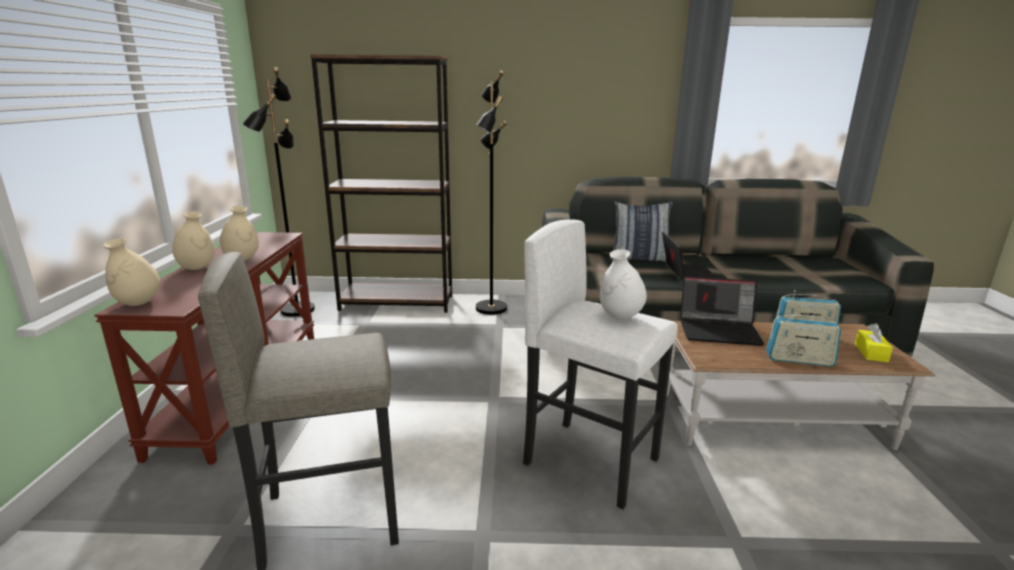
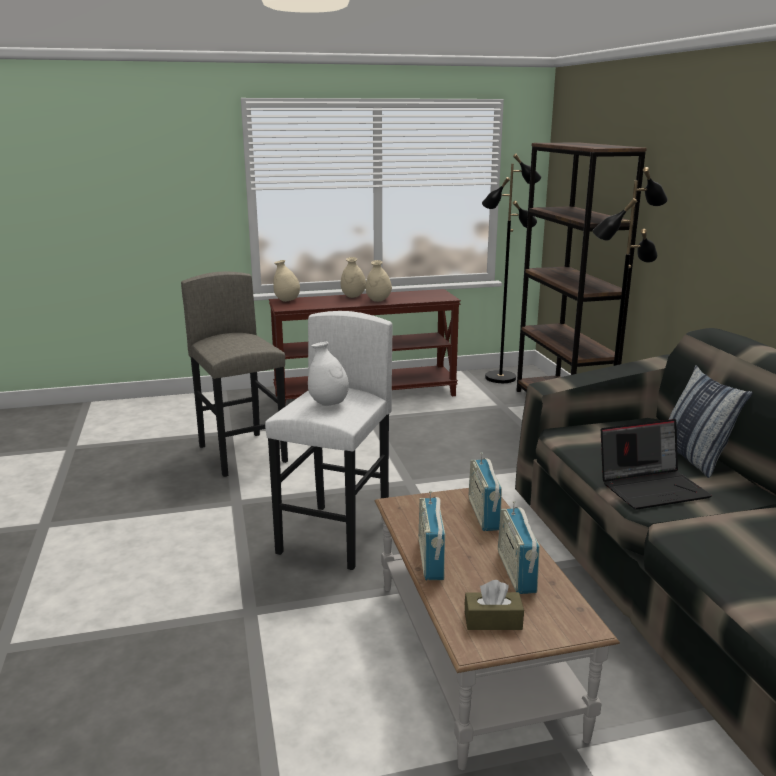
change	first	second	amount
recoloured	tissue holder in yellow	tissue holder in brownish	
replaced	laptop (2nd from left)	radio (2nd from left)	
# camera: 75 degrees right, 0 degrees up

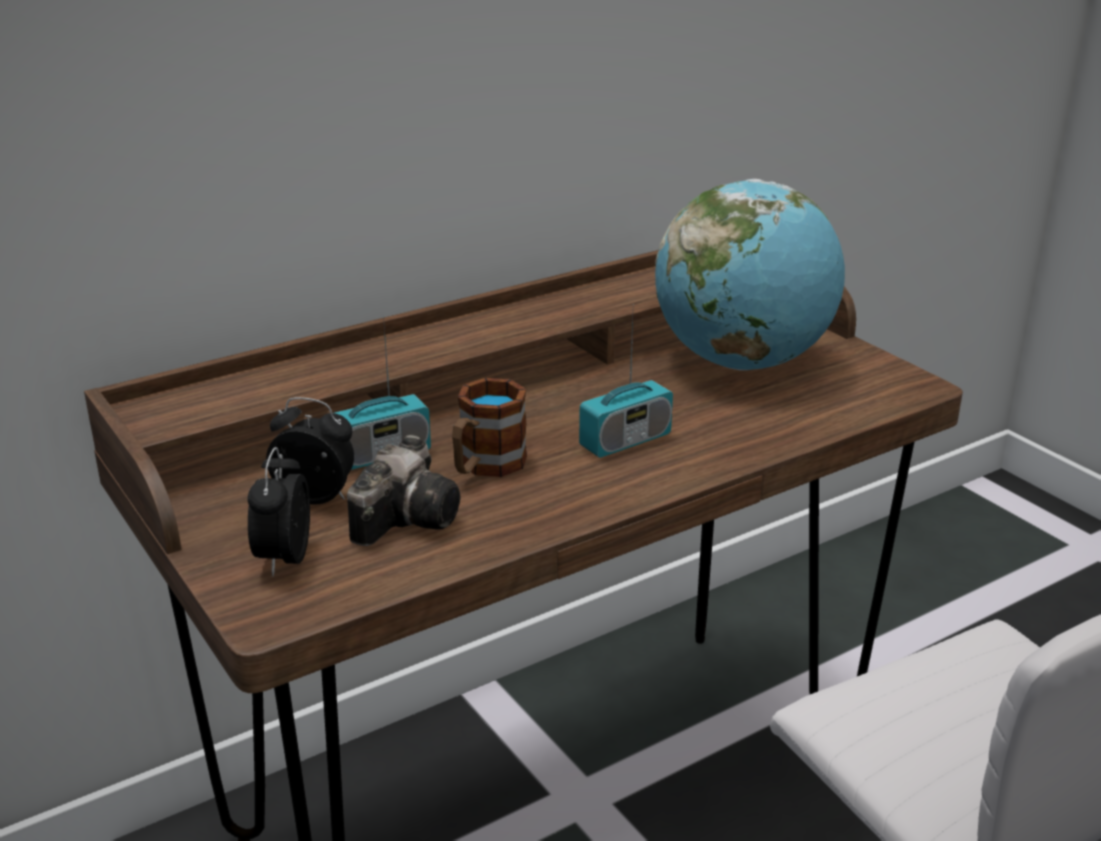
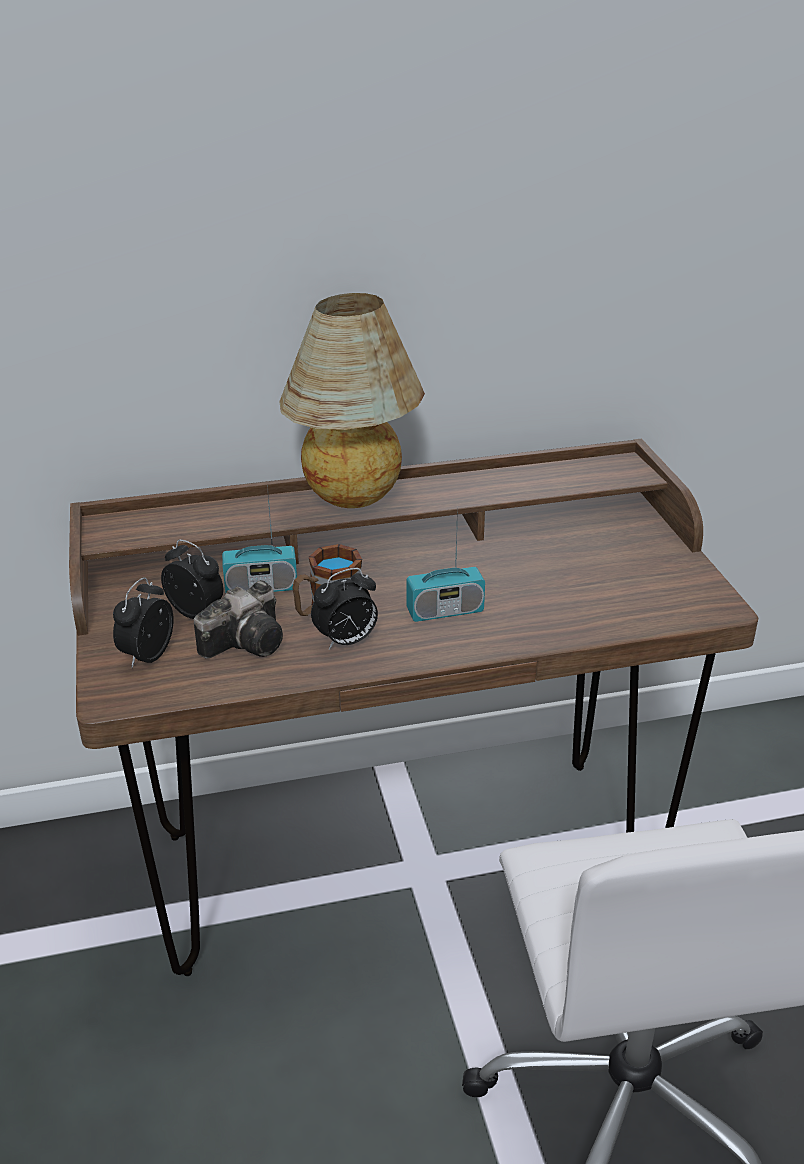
change	first	second	amount
added		table lamp	
added		alarm clock (3rd from left)	
removed	desk globe		
# camera: 20 degrees right, 5 degrees up

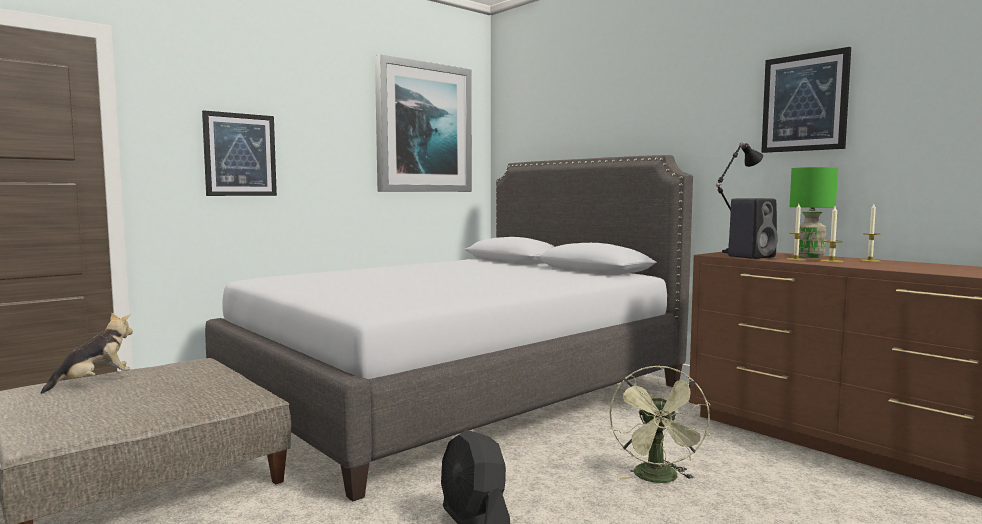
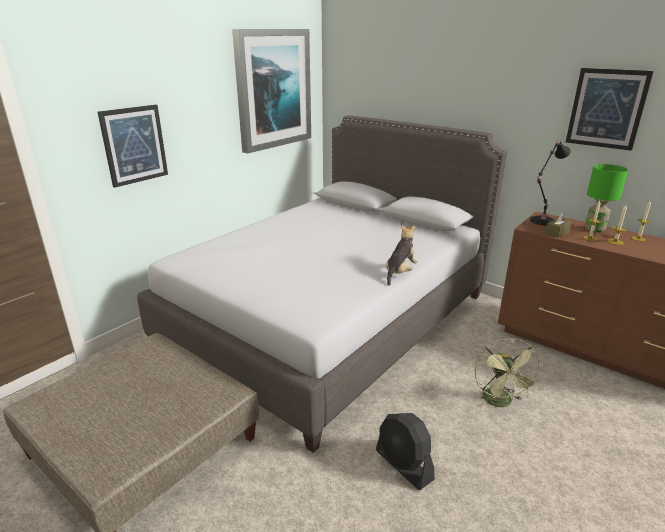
change	first	second	amount
moved	cuddly toy		
replaced	loudspeaker in black	tissue holder in brownish	
# camera: 10 degrees left, 20 degrees up

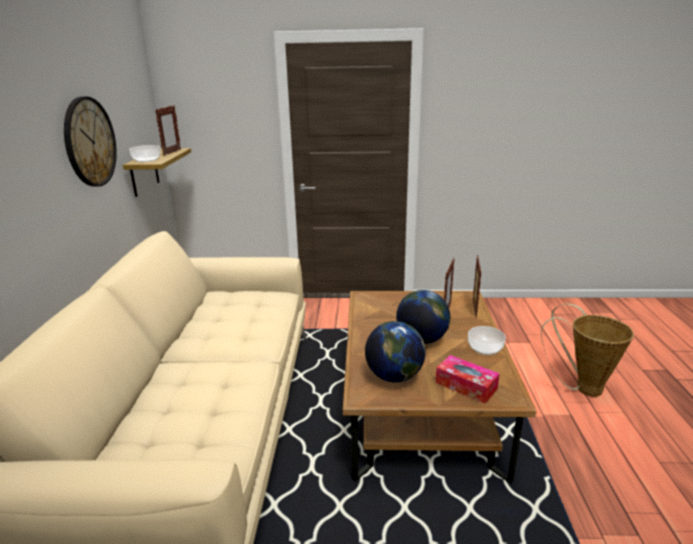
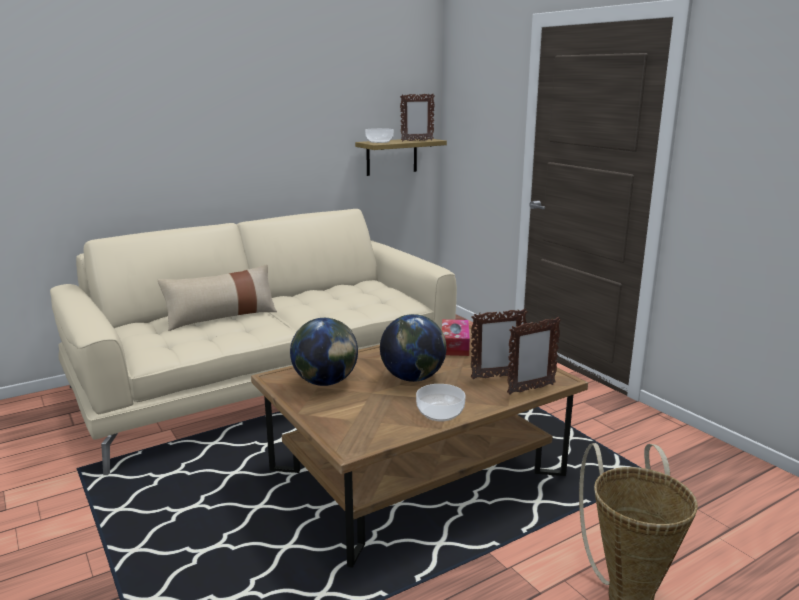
change	first	second	amount
added		pillow in beige	
moved	tissue holder		
removed	hanging clock		
# camera: 55 degrees right, 5 degrees down

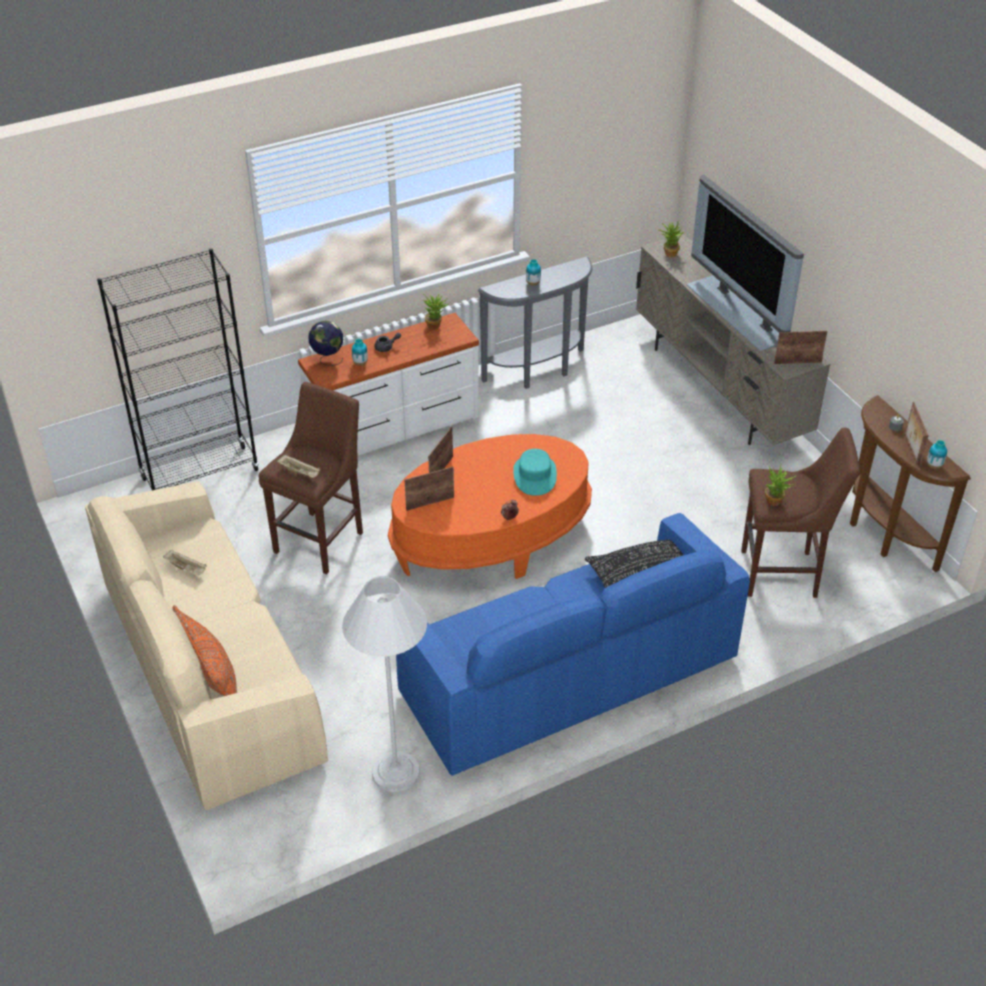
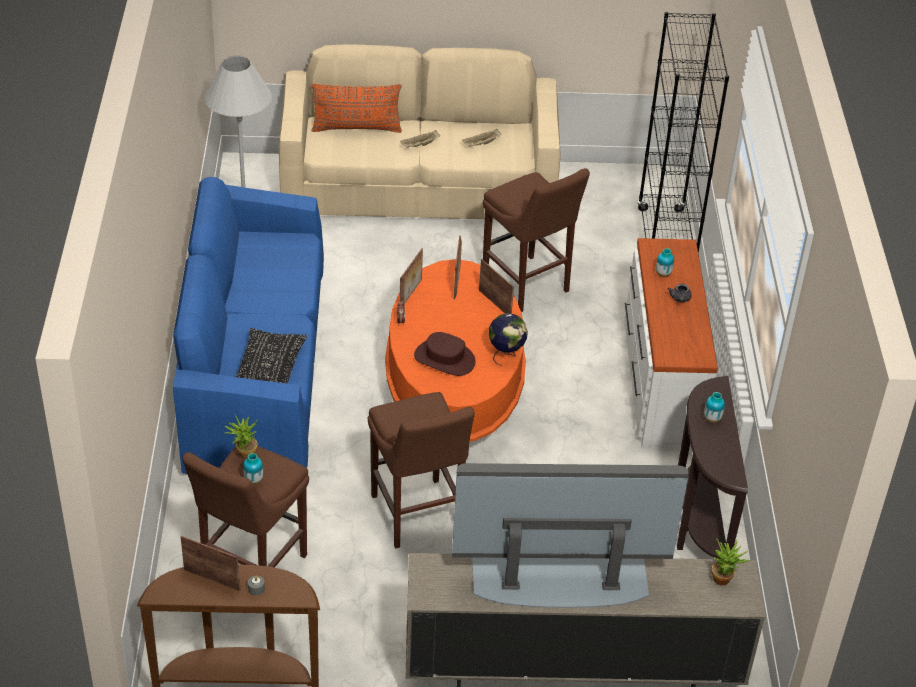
change	first	second	amount
moved	decorative vase (3rd from left in the first image)	decorative vase (1st from left)	
added		stool in brownish (2nd from left)	
moved	tray in beige (2nd from left in the first image)	tray in beige (1st from left)	
moved	photo frame (3rd from left in the first image)	photo frame (2nd from left)	
recoloured	hat in blue-green	hat in brownish	
moved	desk globe		
recoloured	narrow table in grey	narrow table in brownish (2nd from left)	
removed	plant in a pot (1st from left)		
# camera: 115 degrees right, 0 degrees up

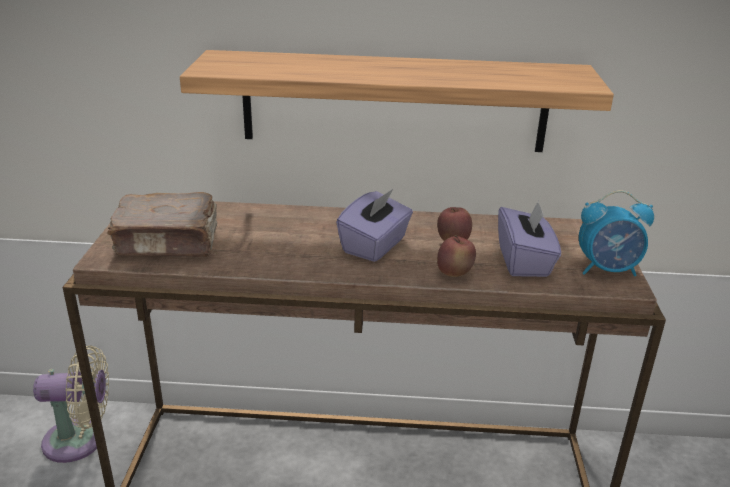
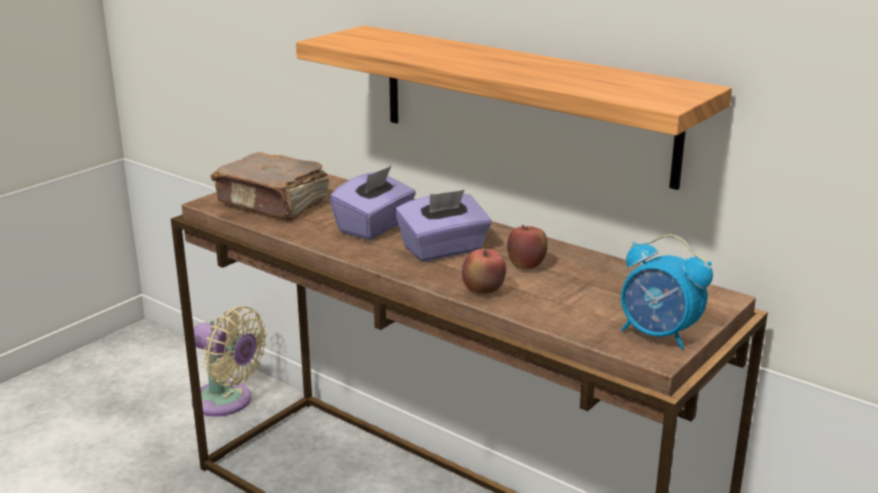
change	first	second	amount
moved	tissue holder in purple (2nd from left in the first image)	tissue holder in purple (1st from left)	
# camera: 35 degrees right, 5 degrees down

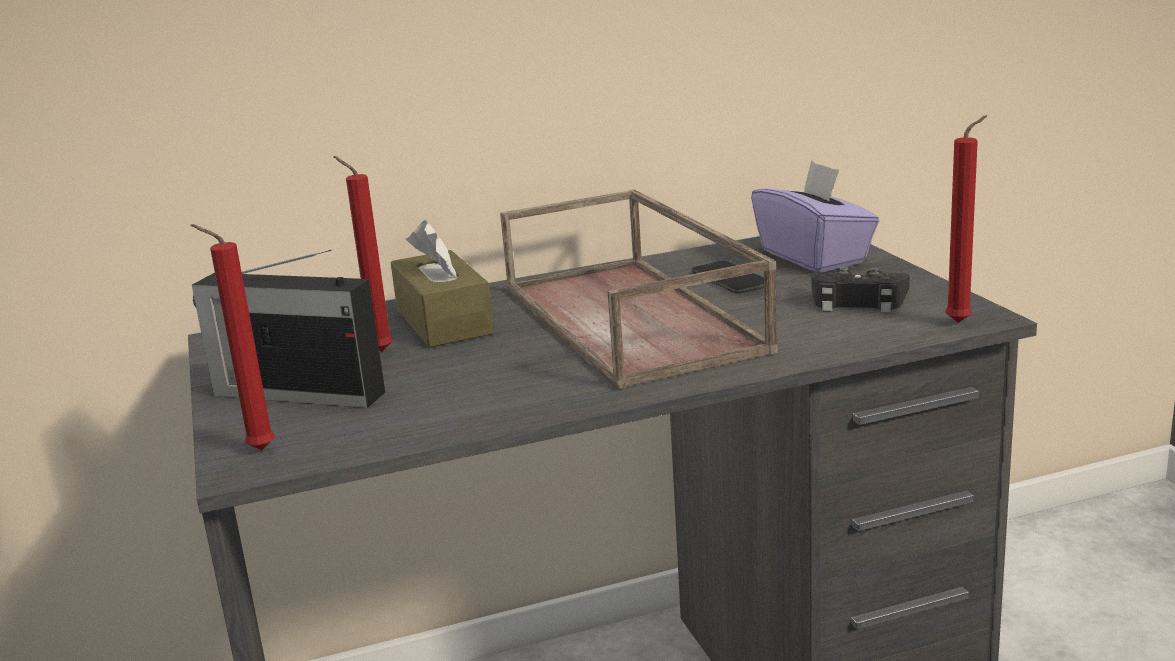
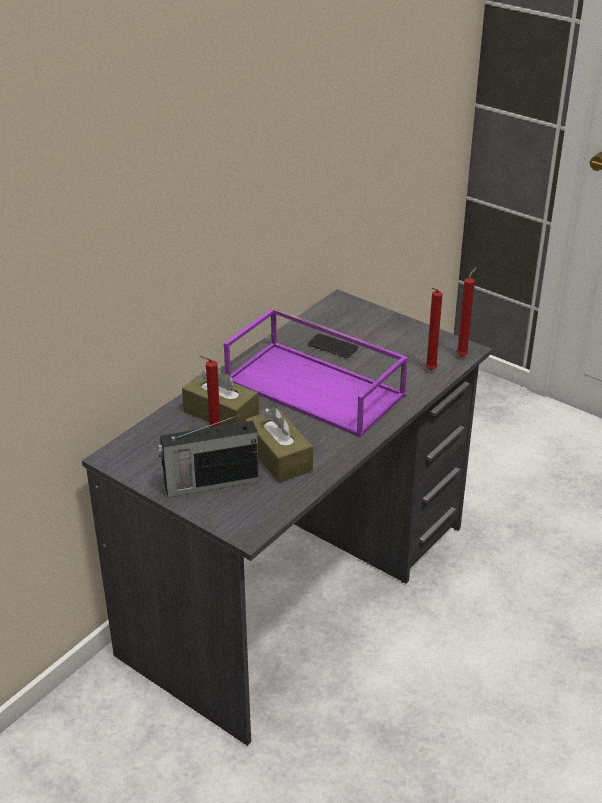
change	first	second	amount
recoloured	tray in brownish	tray in purple	
added		tissue holder in brownish (2nd from left)	
moved	candle in reddish (1st from left in the first image)	candle in reddish (2nd from left)	
removed	tissue holder in purple		
removed	gamepad in black		
# camera: 35 degrees left, 15 degrees up

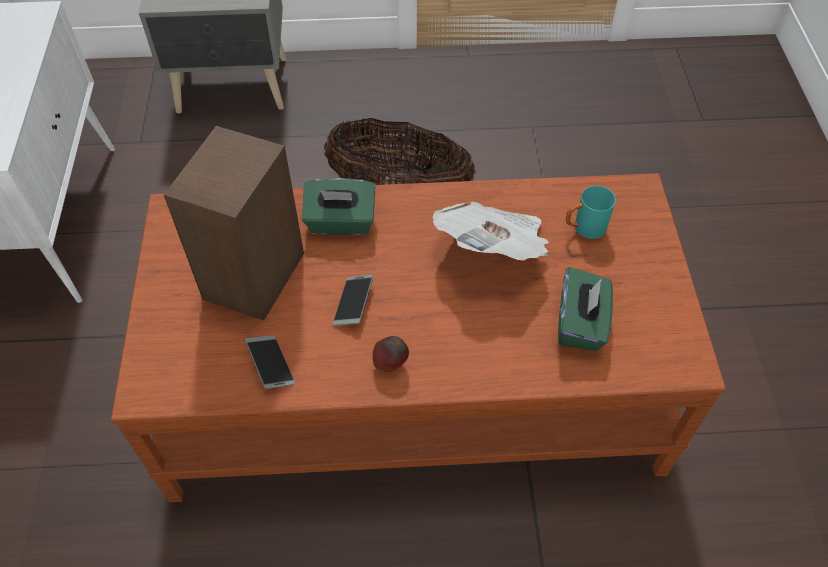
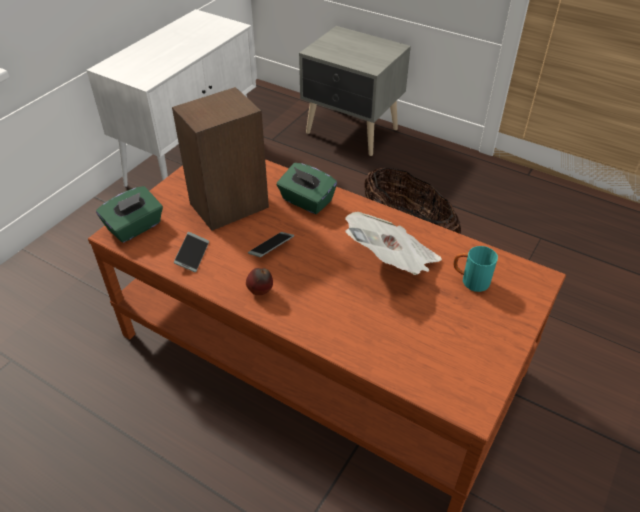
change	first	second	amount
moved	tissue holder in green-coloured (2nd from left in the first image)	tissue holder in green-coloured (1st from left)	
# camera: 35 degrees right, 10 degrees down

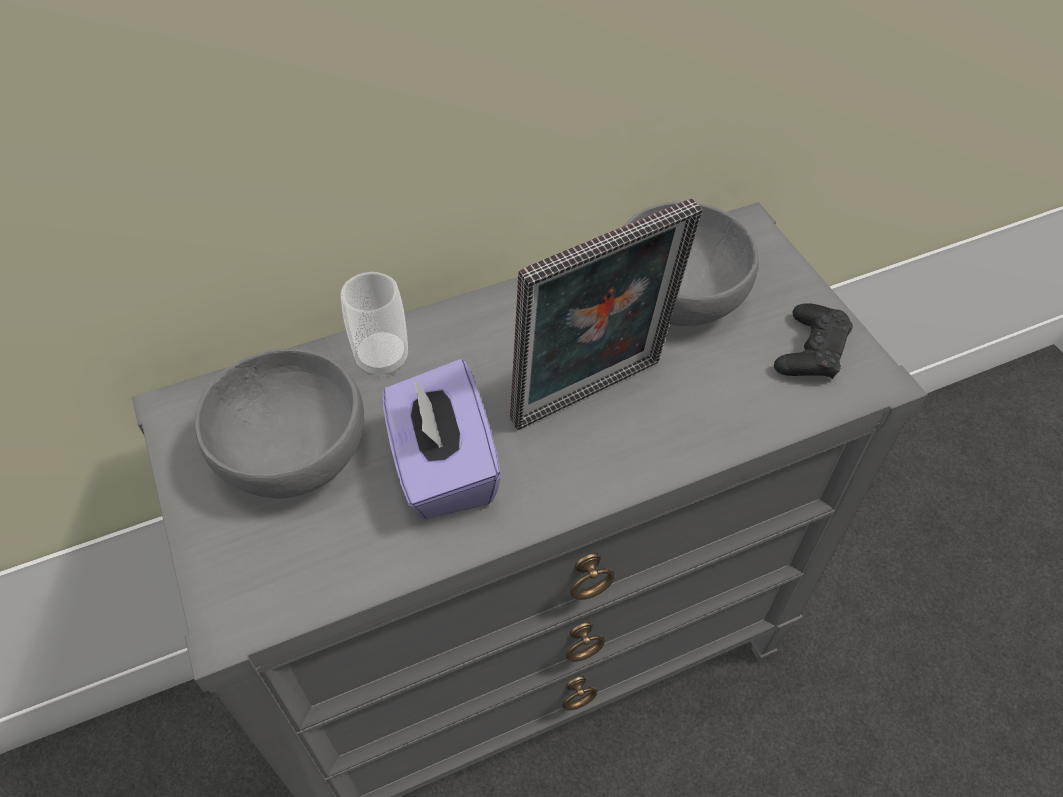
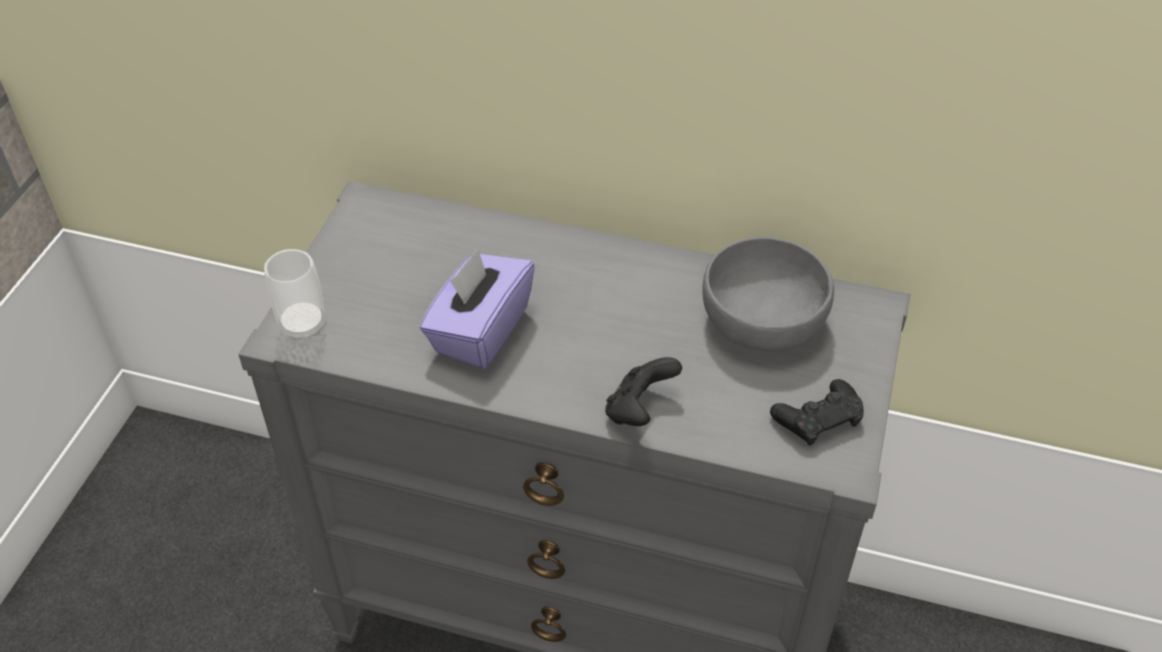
change	first	second	amount
moved	drinking cup		
added		gamepad in black (1st from left)	
removed	deep dish in grey (1st from left)		
removed	photo frame		
# camera: 40 degrees right, 5 degrees down

